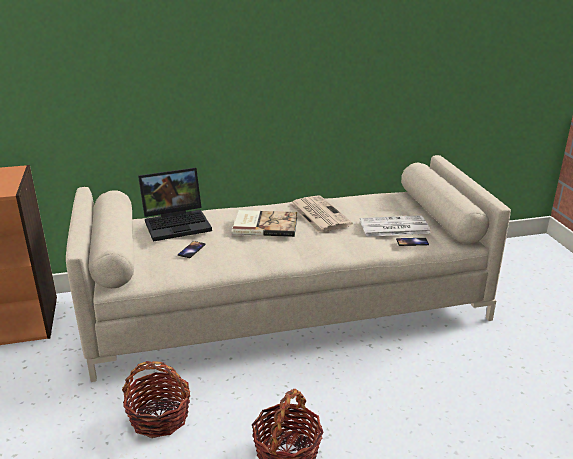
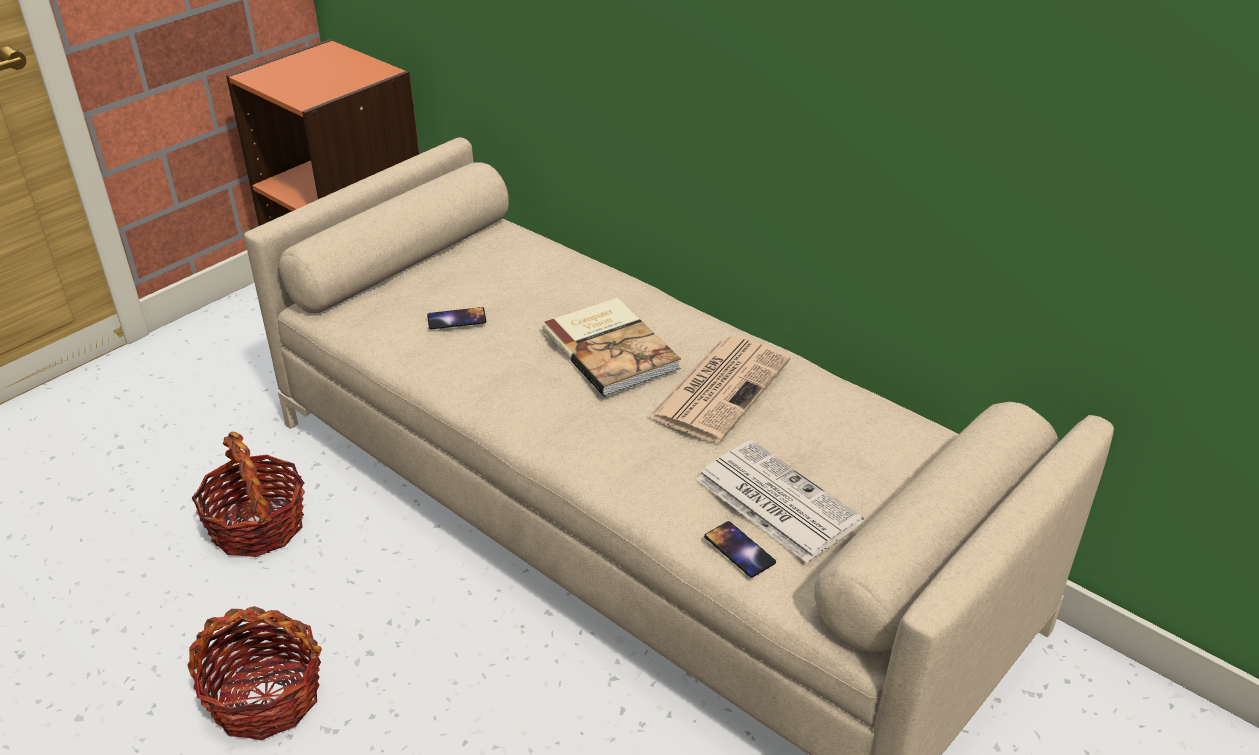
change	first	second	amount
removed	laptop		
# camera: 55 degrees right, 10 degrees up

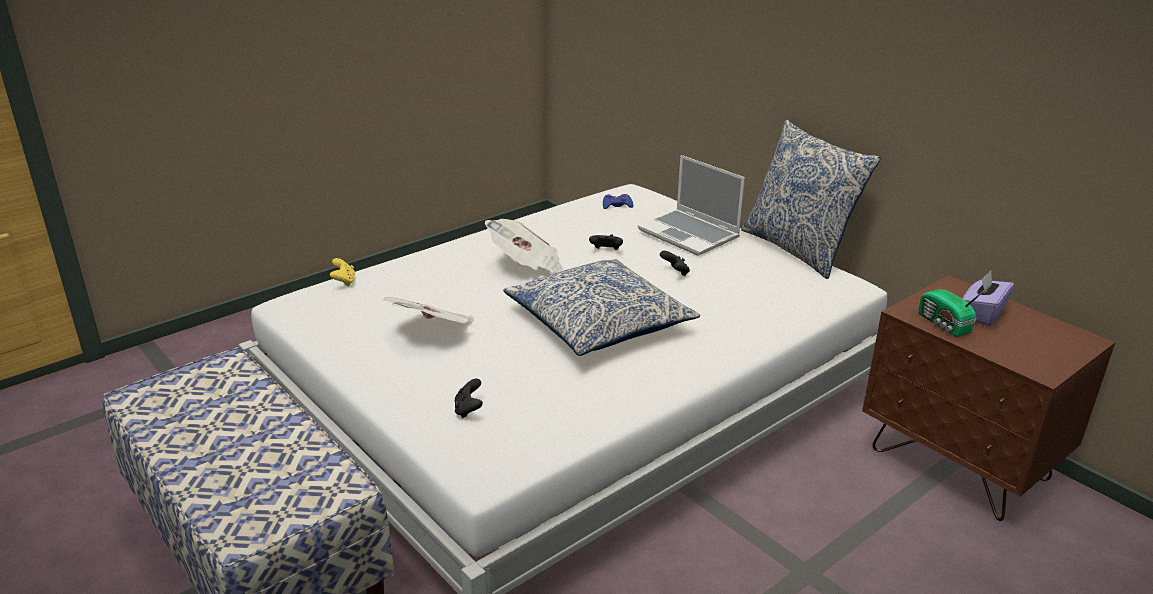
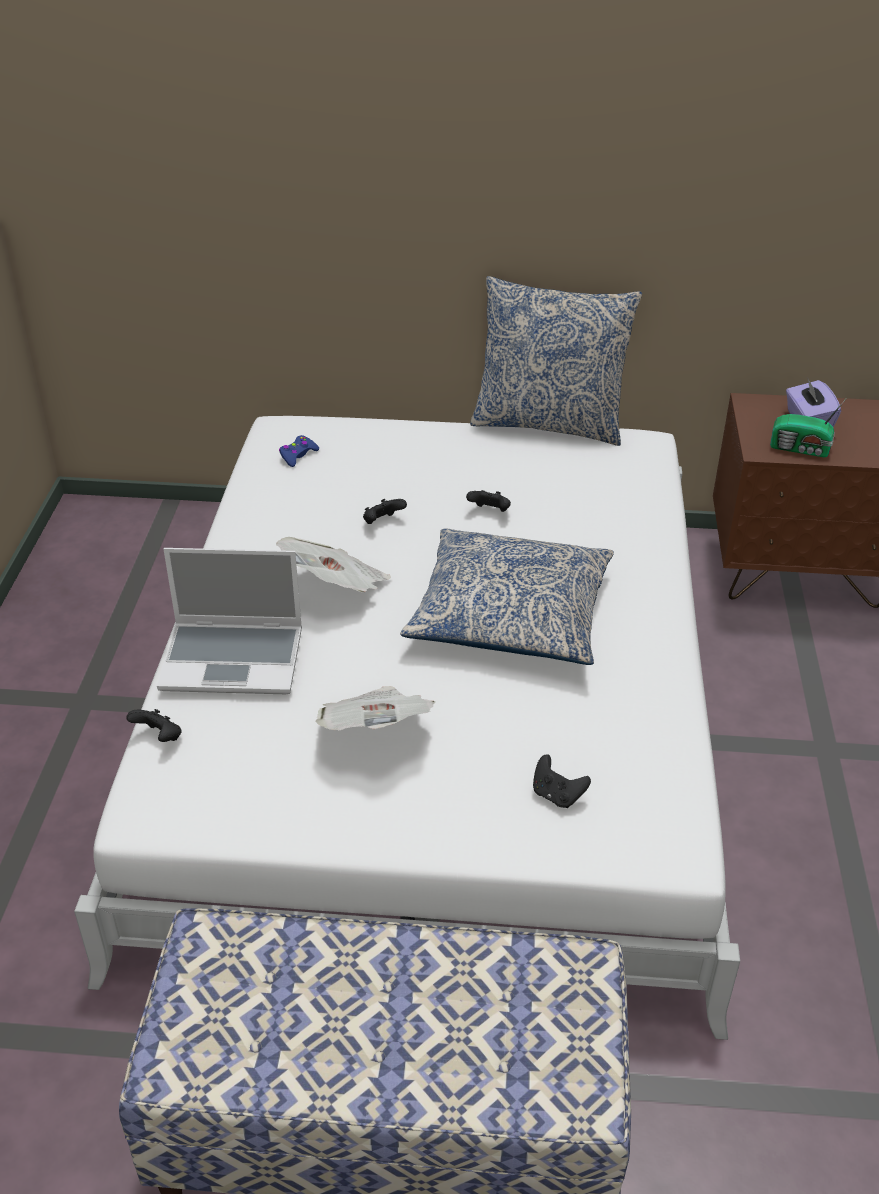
change	first	second	amount
recoloured	gamepad in yellow	gamepad in black (1st from left)	
moved	laptop		
# camera: 45 degrees left, 10 degrees up

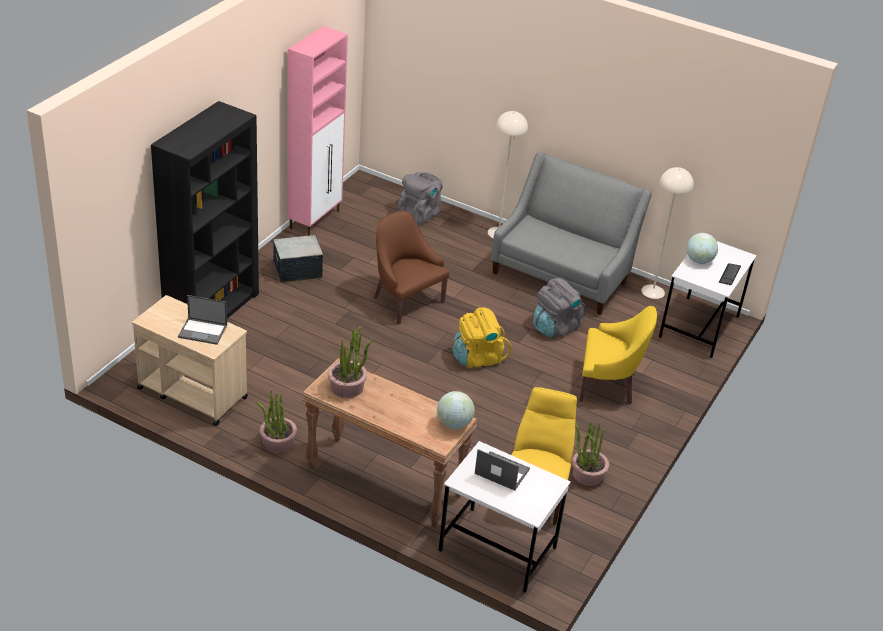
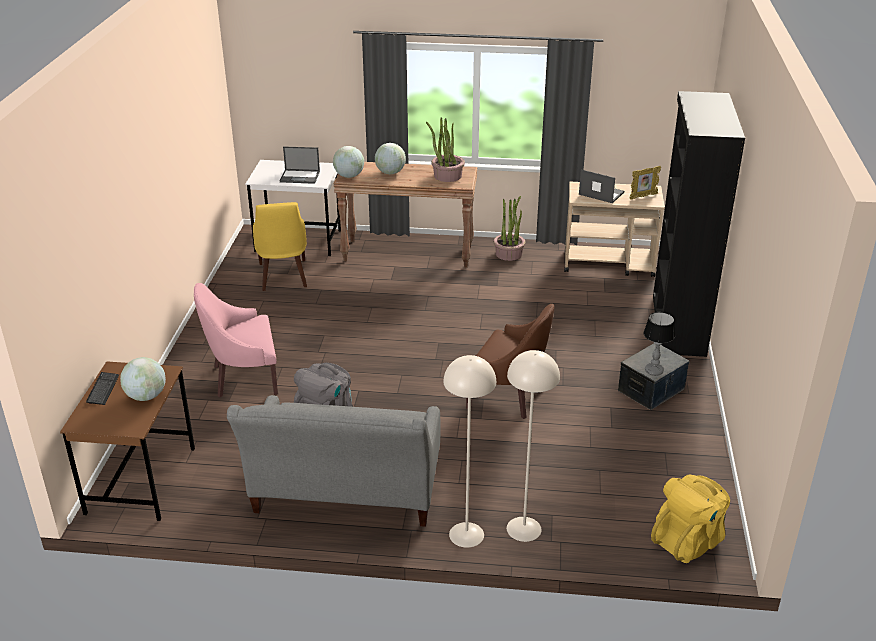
change	first	second	amount
recoloured	desk unit in white-coloured (2nd from left)	desk unit in brownish	
recoloured	easy chair in yellow	easy chair in pink	
added		desk globe (3rd from left)	
moved	floor lamp in beige (2nd from left)		
turned	laptop (1st from left in the first image)	laptop (2nd from left)	45 degrees clockwise
added		photo frame	
added		table lamp	
moved	knapsack in yellow		
removed	storage cabinet in pink		
removed	knapsack in grey (1st from left)		
removed	plant in a pot (3rd from left)		
# camera: 160 degrees right, 5 degrees down

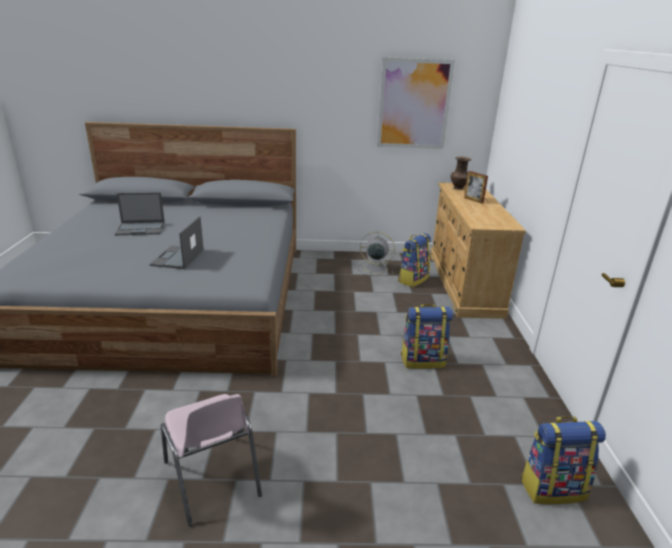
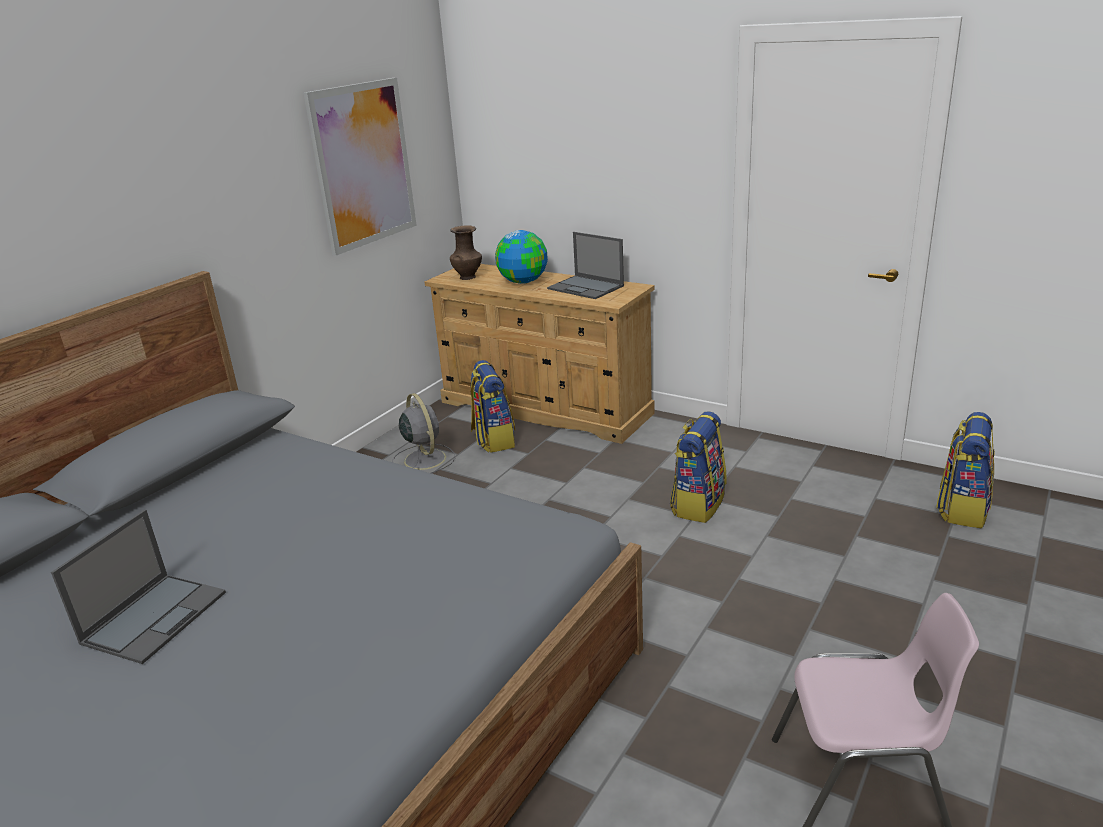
change	first	second	amount
turned	cooling fan in grey		105 degrees clockwise
replaced	photo frame	desk globe	
moved	laptop (2nd from left)		
# camera: 55 degrees left, 0 degrees up

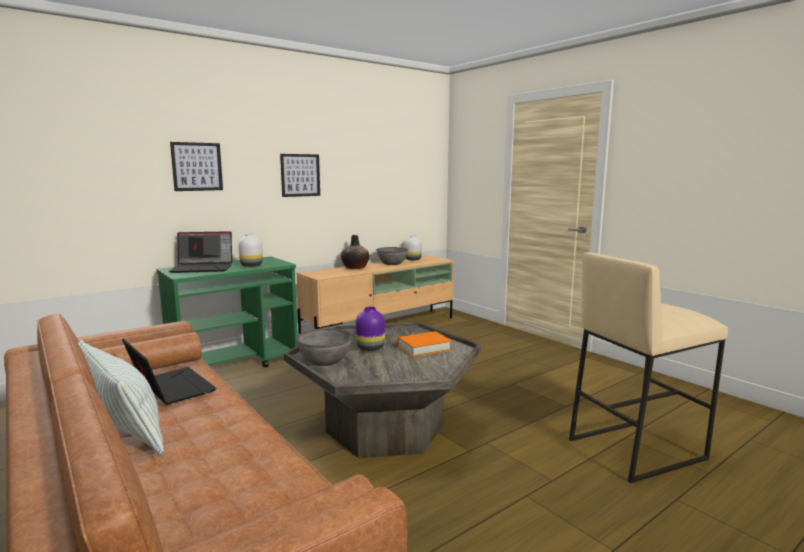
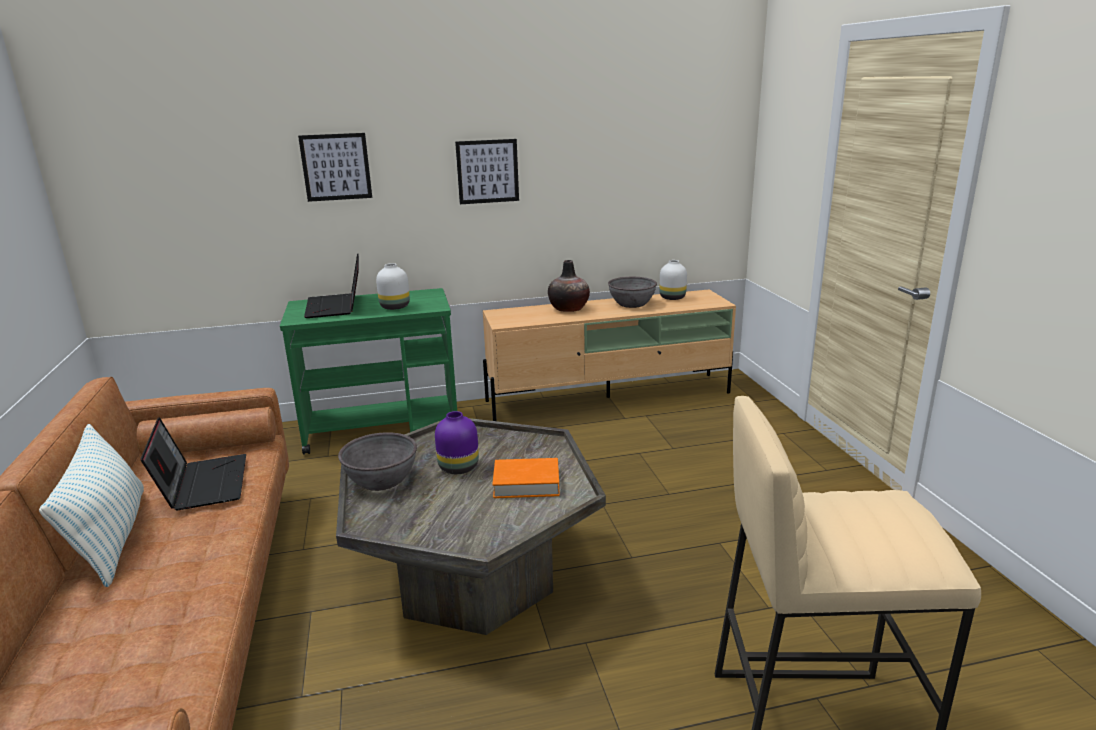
change	first	second	amount
turned	laptop (2nd from left)		60 degrees clockwise
# camera: 25 degrees right, 10 degrees up

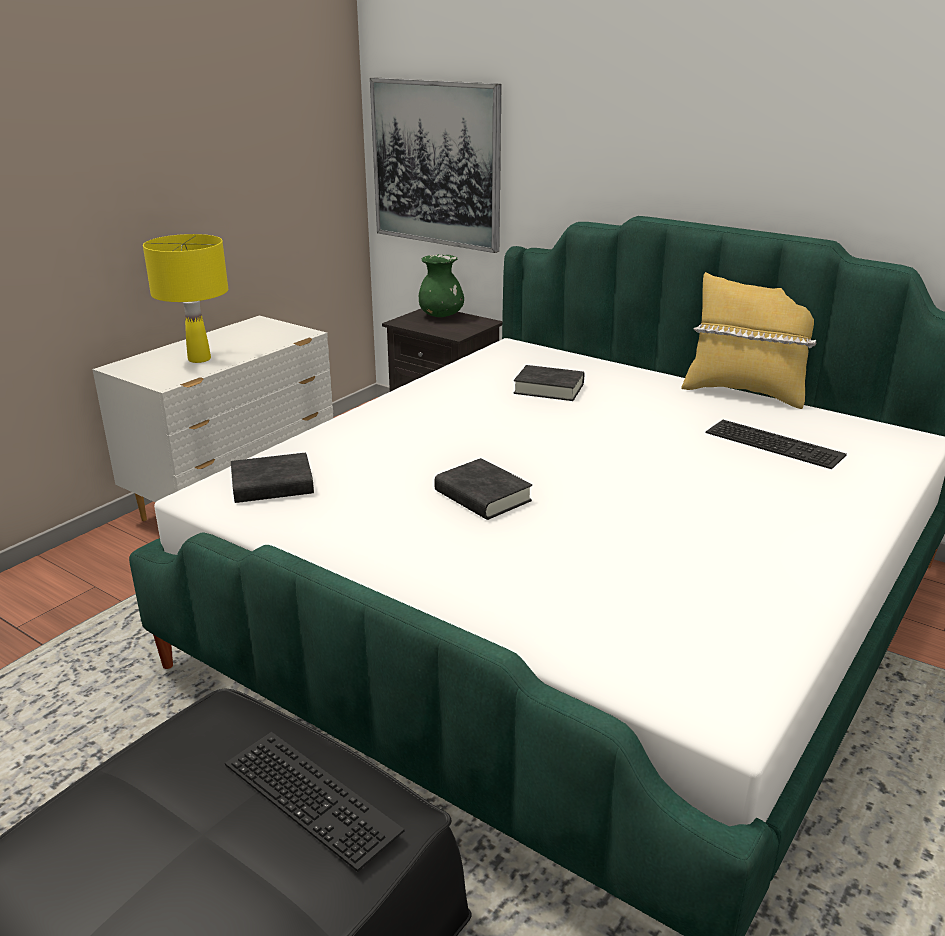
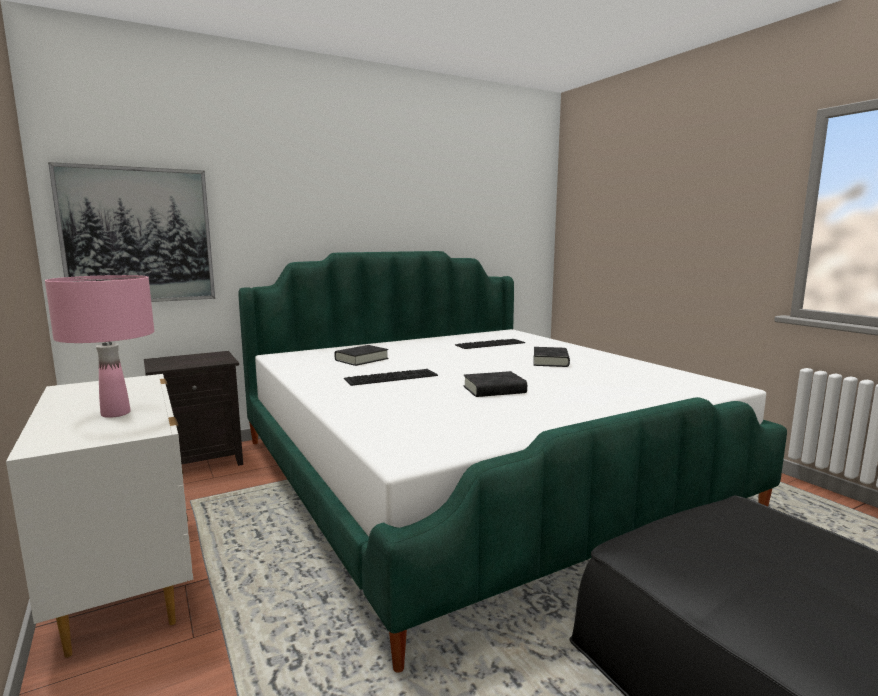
change	first	second	amount
recoloured	table lamp in yellow	table lamp in pink	
moved	PC keyboard (1st from left)		
moved	bound book in black (1st from left in the first image)	bound book in black (3rd from left)	
removed	decorative vase in green-coloured		
removed	pillow in yellow		
# camera: 65 degrees left, 15 degrees down

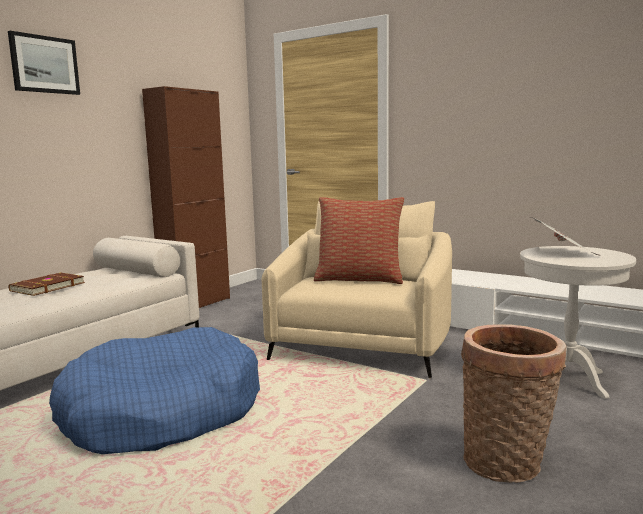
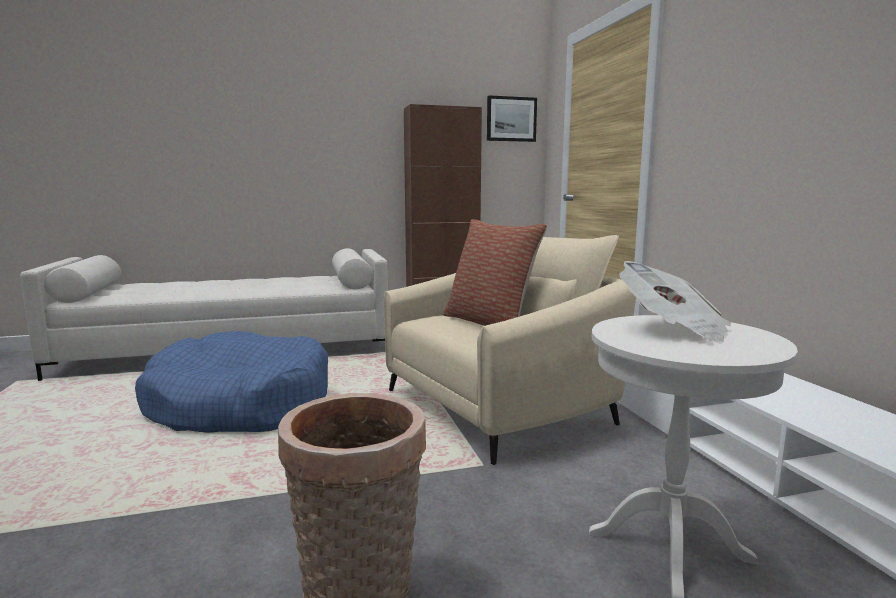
change	first	second	amount
moved	wall art		
removed	bound book in brownish		
# camera: 40 degrees right, 0 degrees up

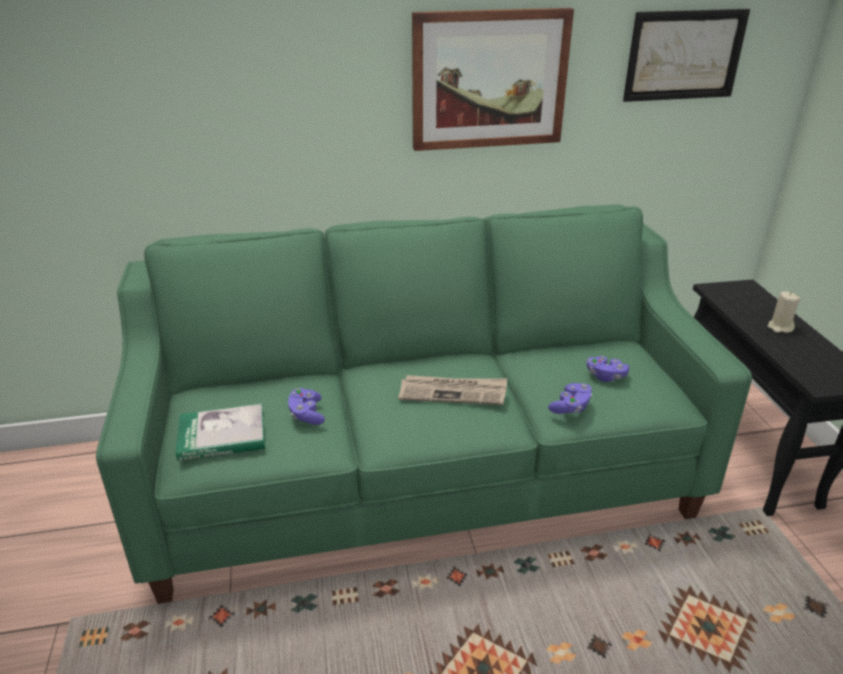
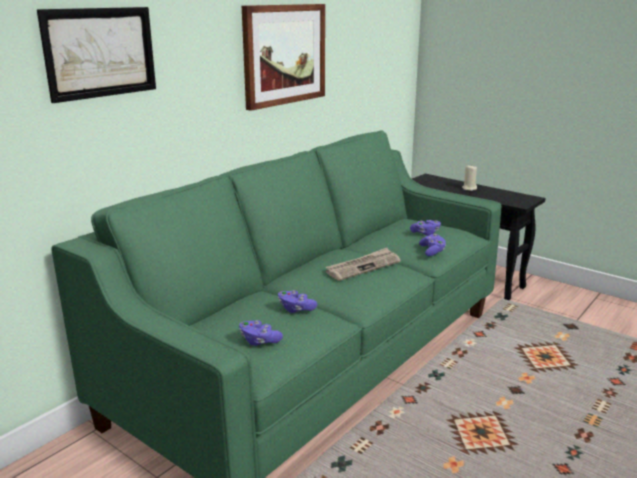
change	first	second	amount
moved	wall art (2nd from left in the first image)	wall art (1st from left)	
replaced	bound book	gamepad in purple (1st from left)	
# camera: 40 degrees left, 10 degrees down

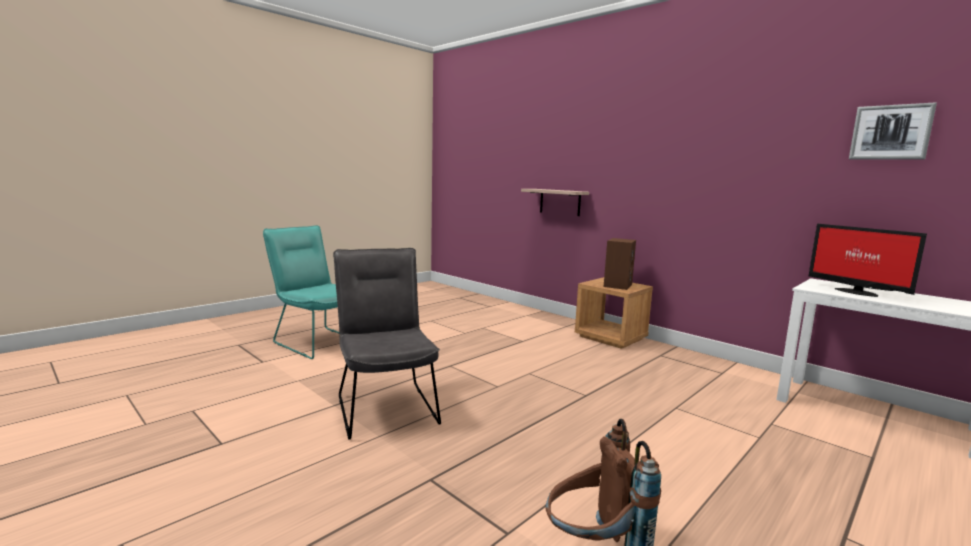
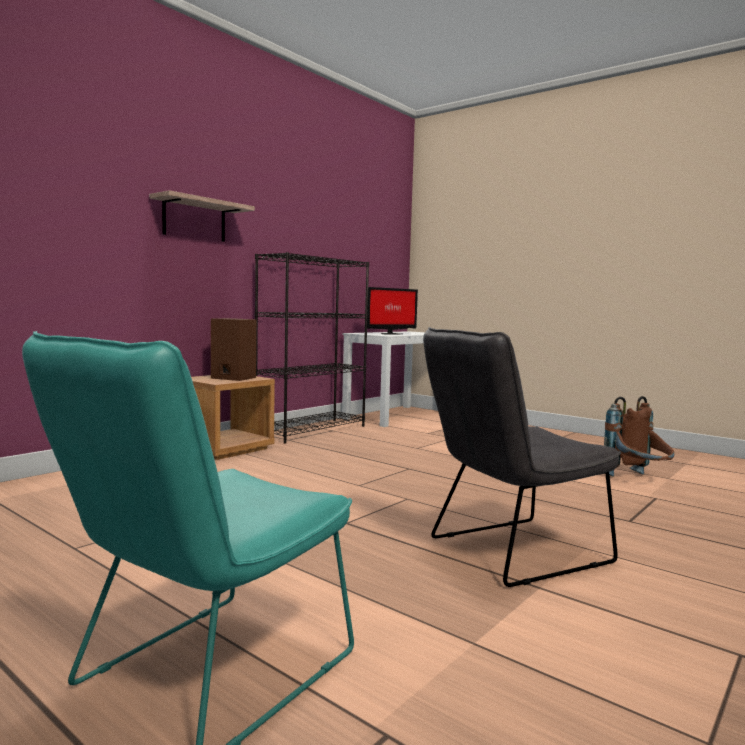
change	first	second	amount
moved	bracket shelf		
added		shelving unit in black	
removed	wall art		
# camera: 95 degrees left, 5 degrees down

